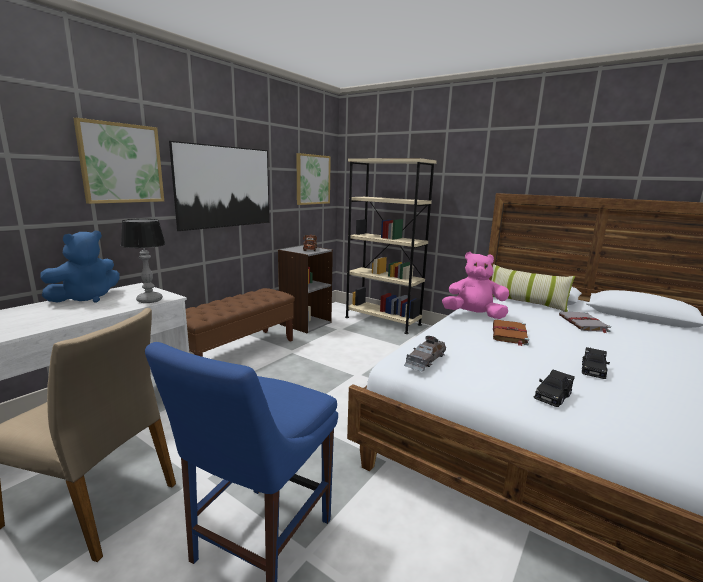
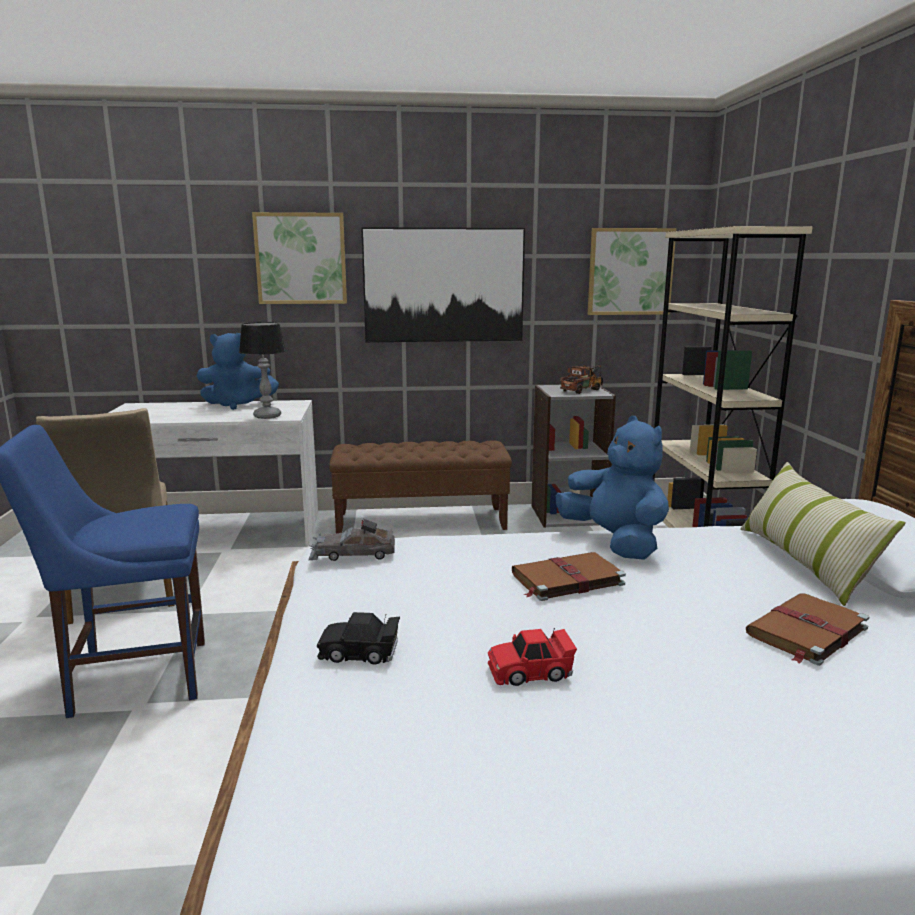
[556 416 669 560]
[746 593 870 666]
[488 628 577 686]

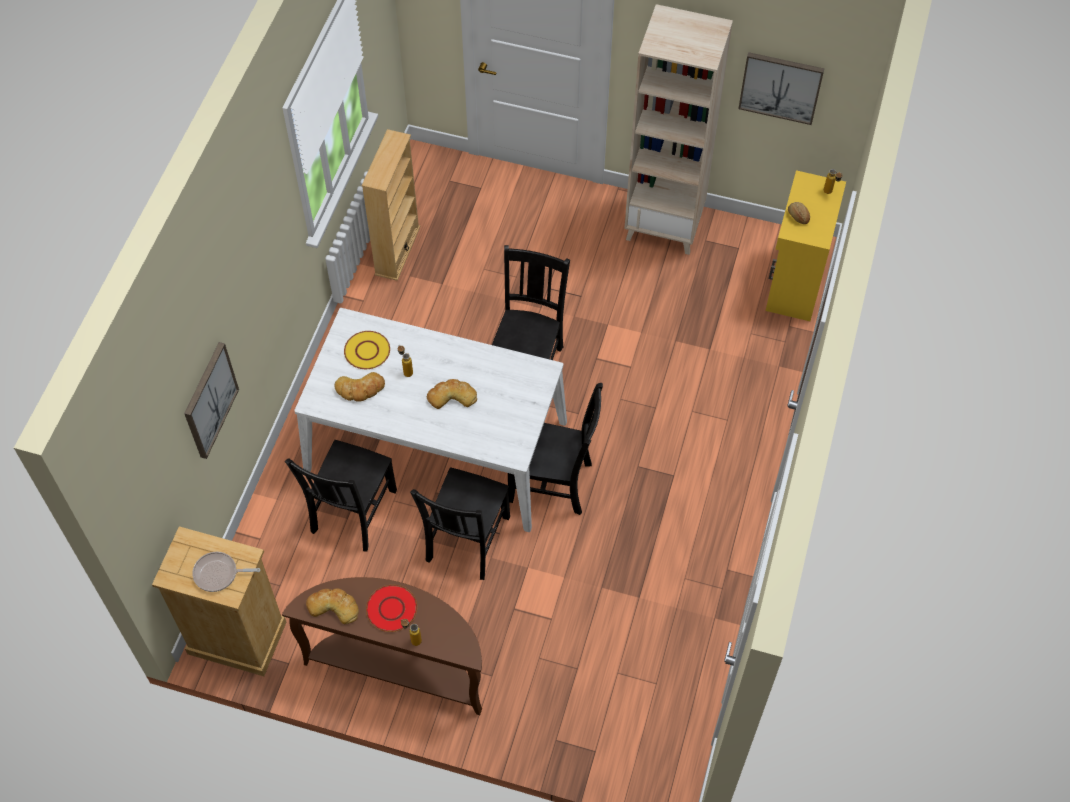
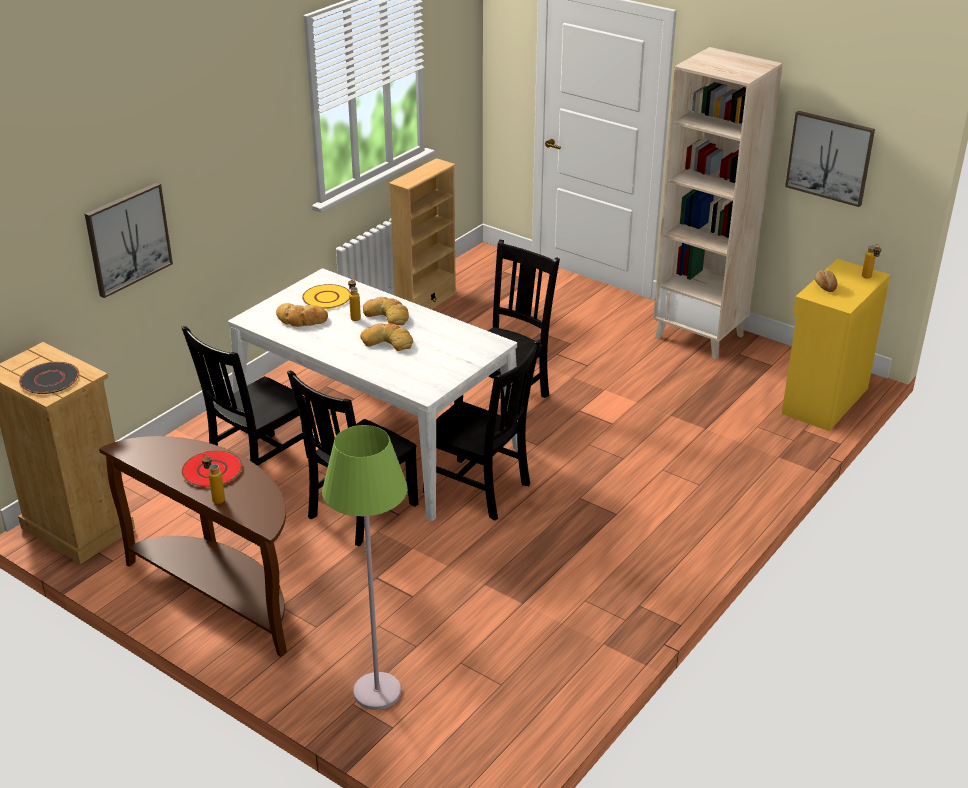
[19 362 79 394]
[363 297 409 325]
[322 425 408 710]

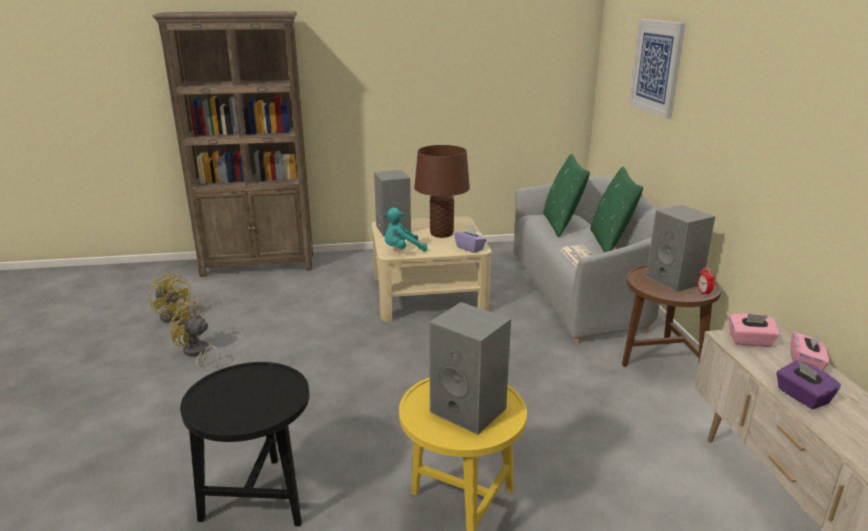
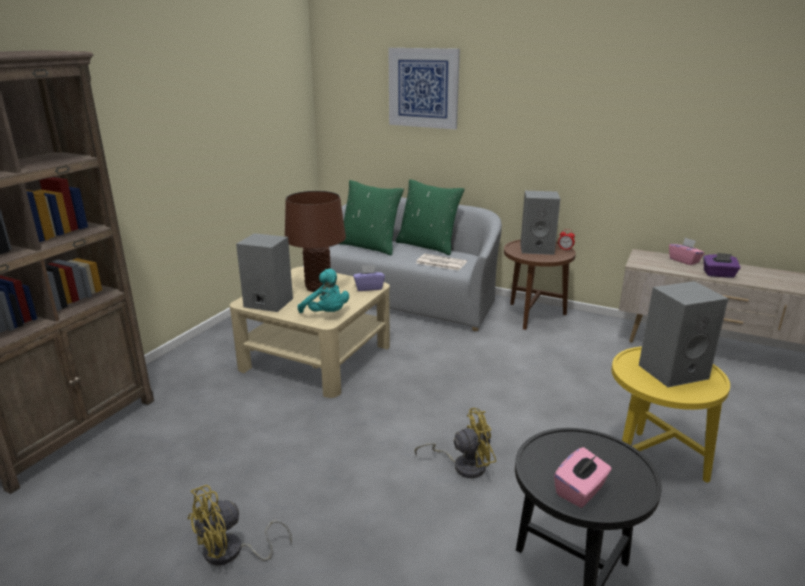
[415 408 496 478]
[298 269 349 313]
[554 447 612 508]

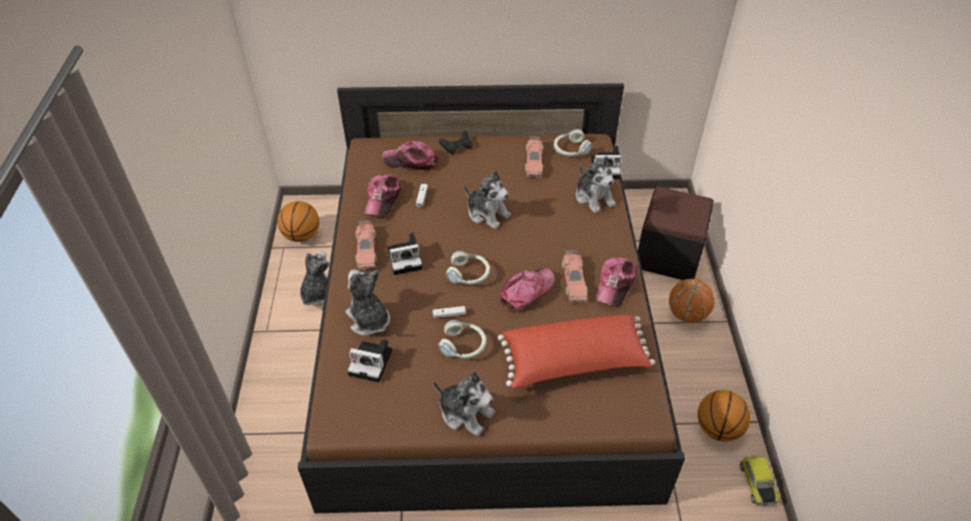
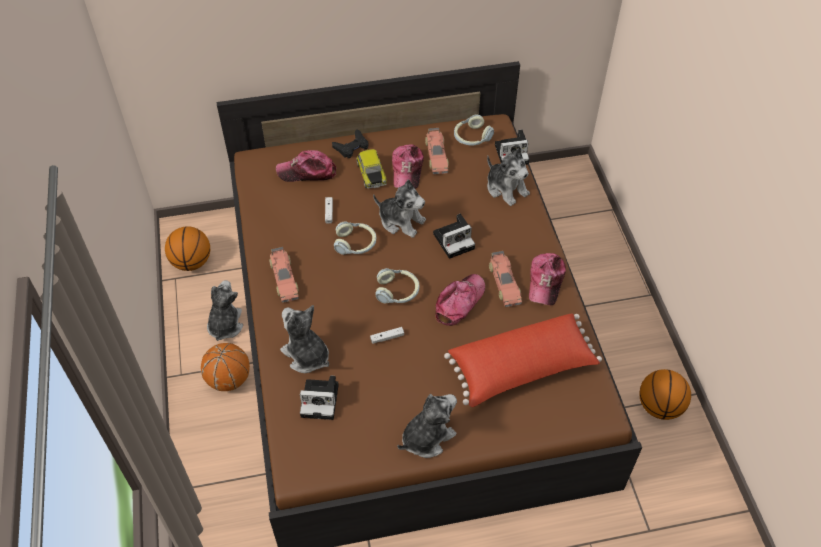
[392 144 424 189]
[433 214 475 259]
[397 394 457 458]
[334 221 376 255]
[638 186 714 280] (first image)
[201 343 250 391]
[356 149 387 189]

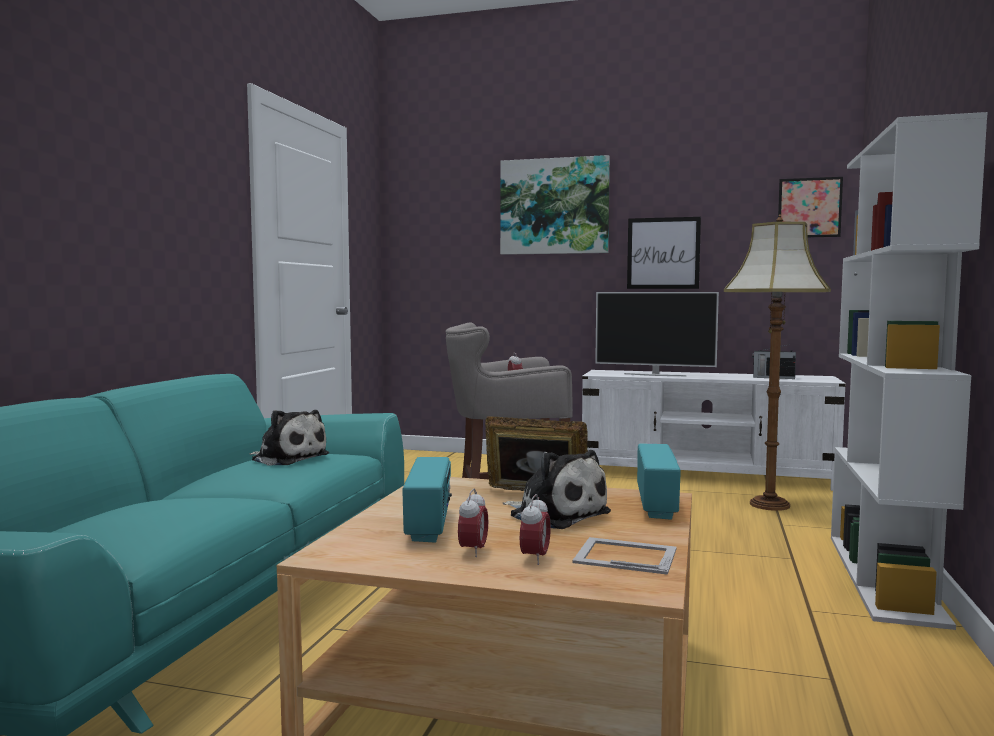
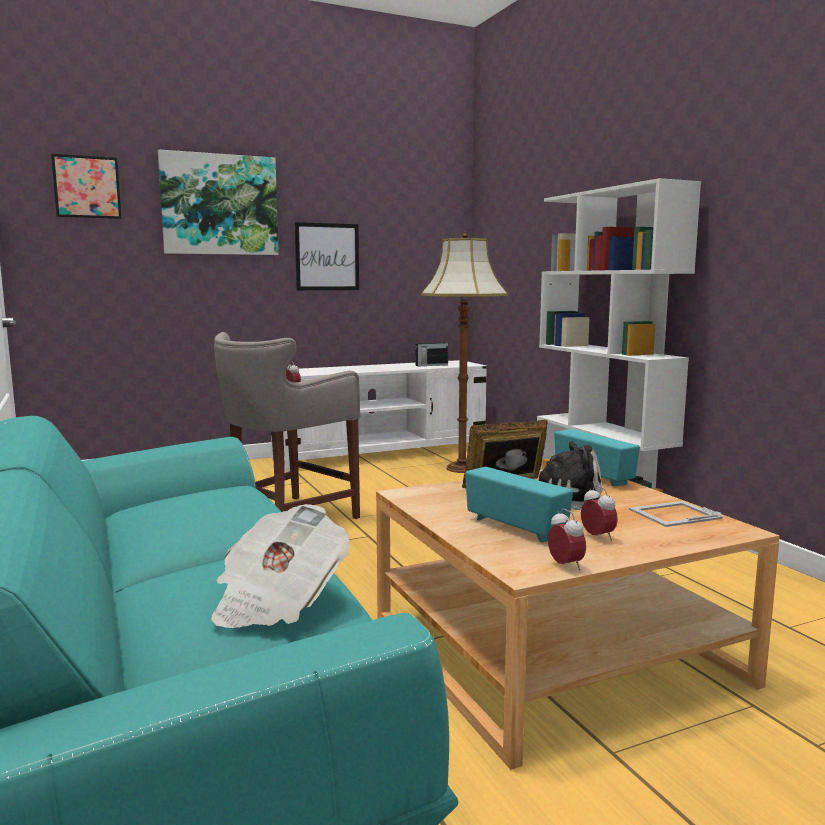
[249 410 329 466] (first image)
[548 509 586 570]
[595 292 719 376] (first image)
[51 154 121 219]
[211 504 350 628]

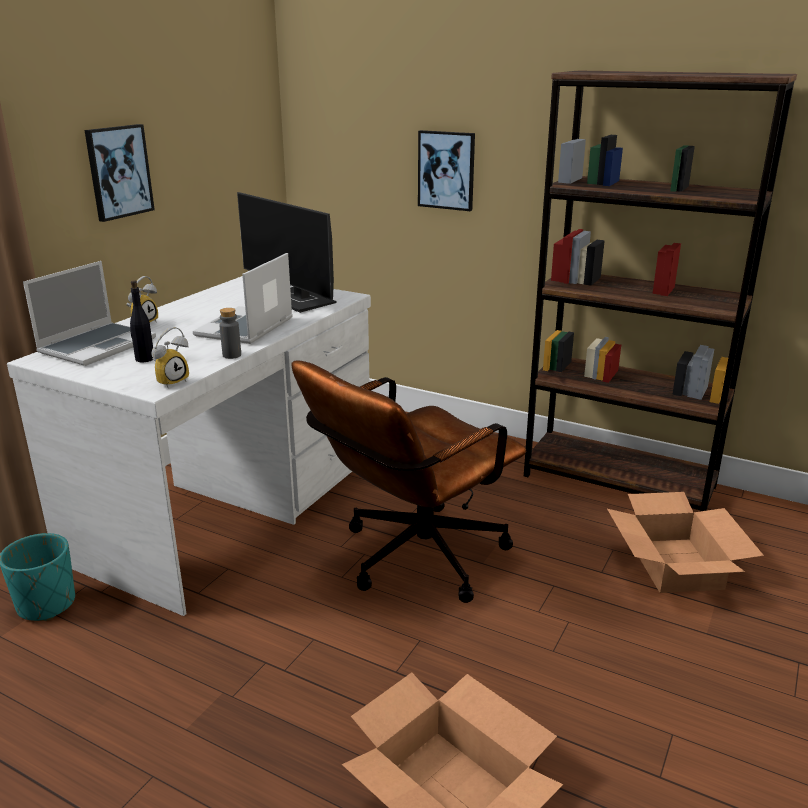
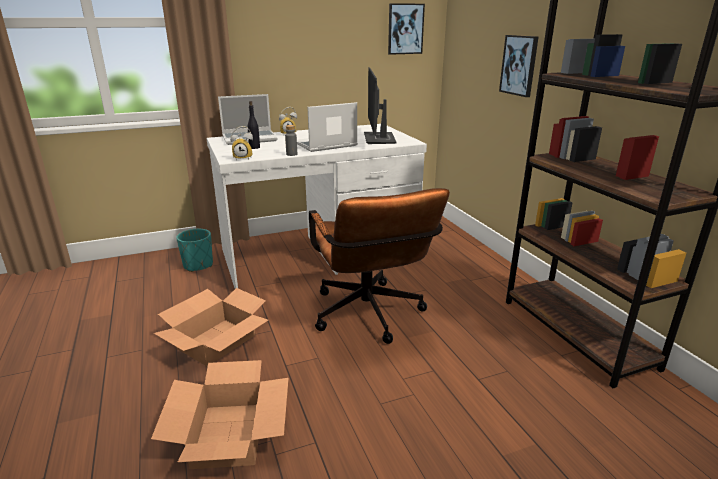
[388 3 425 55]
[309 188 450 344]
[154 288 268 367]

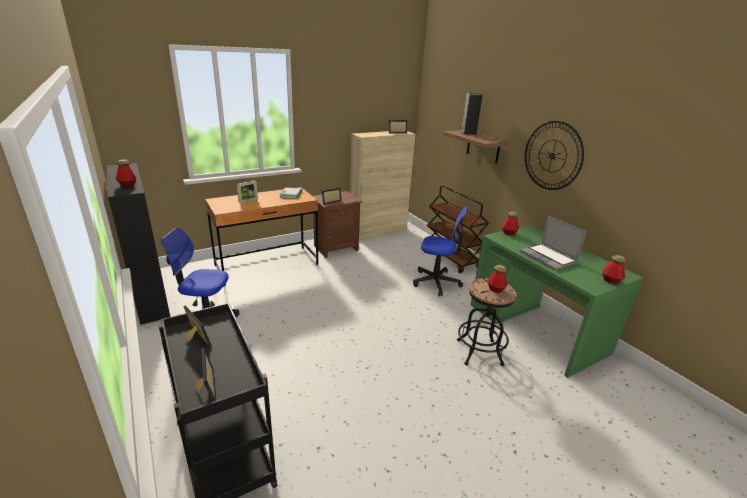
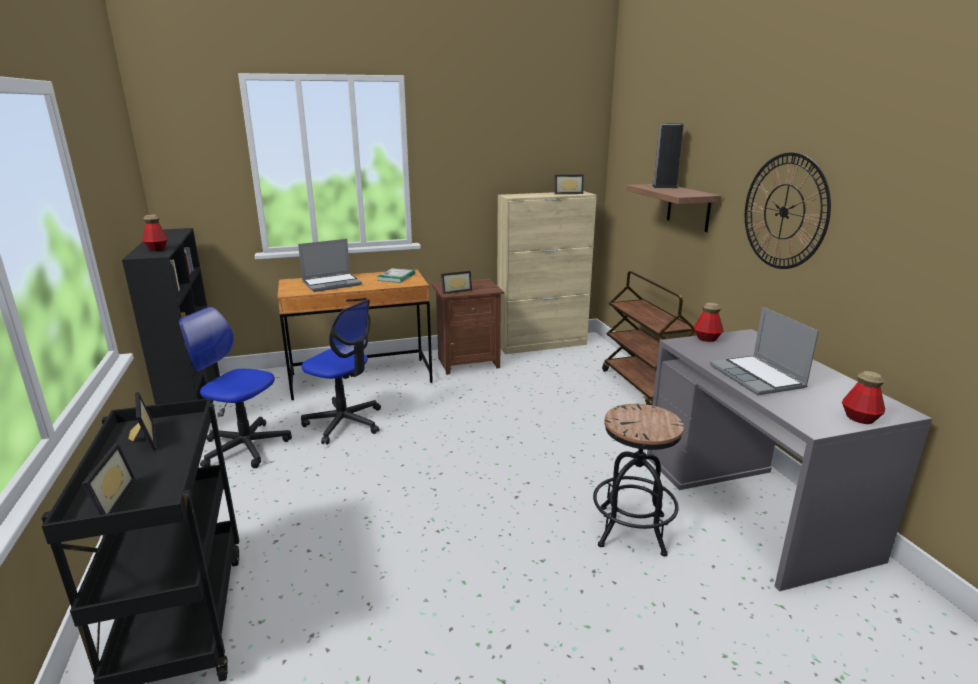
[298 239 362 292]
[301 299 381 444]
[647 329 932 591]
[487 265 508 293] (first image)

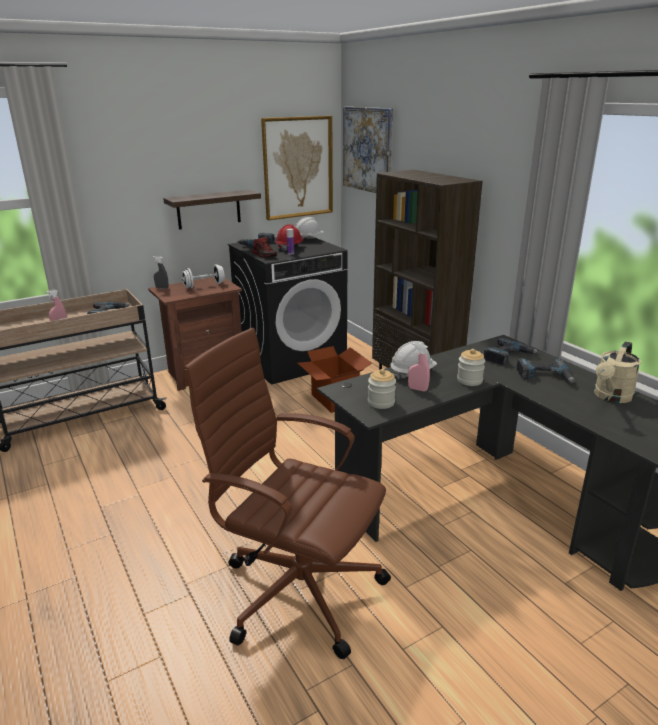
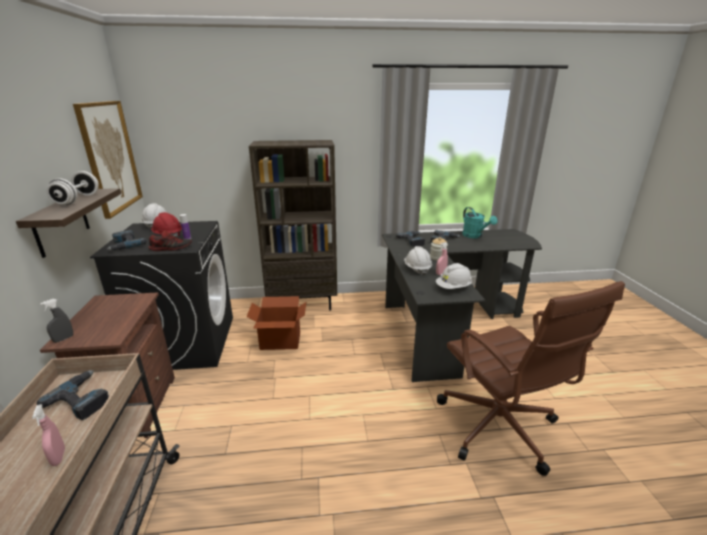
[47 171 99 205]
[437 281 625 476]
[343 107 393 193] (first image)
[436 263 472 289]
[462 207 497 238]

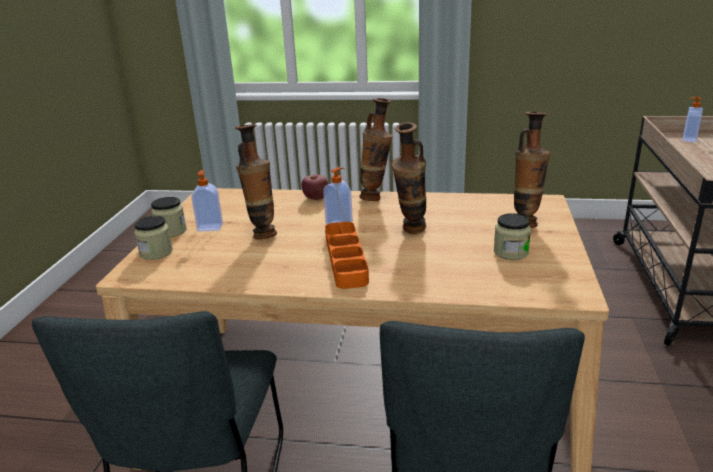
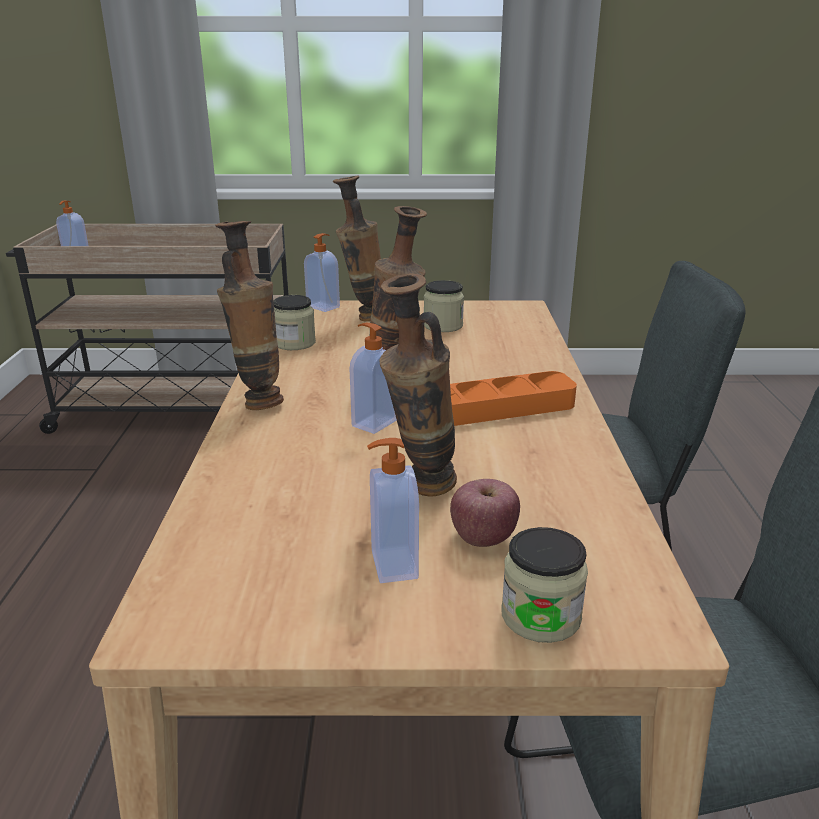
[273 295 316 350]
[450 479 520 547]
[304 233 340 312]

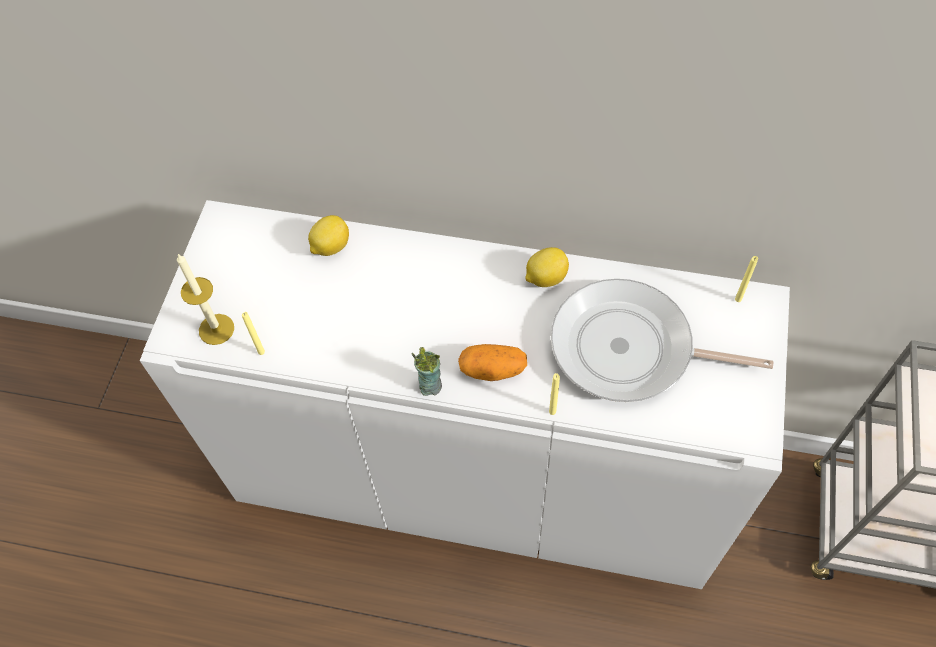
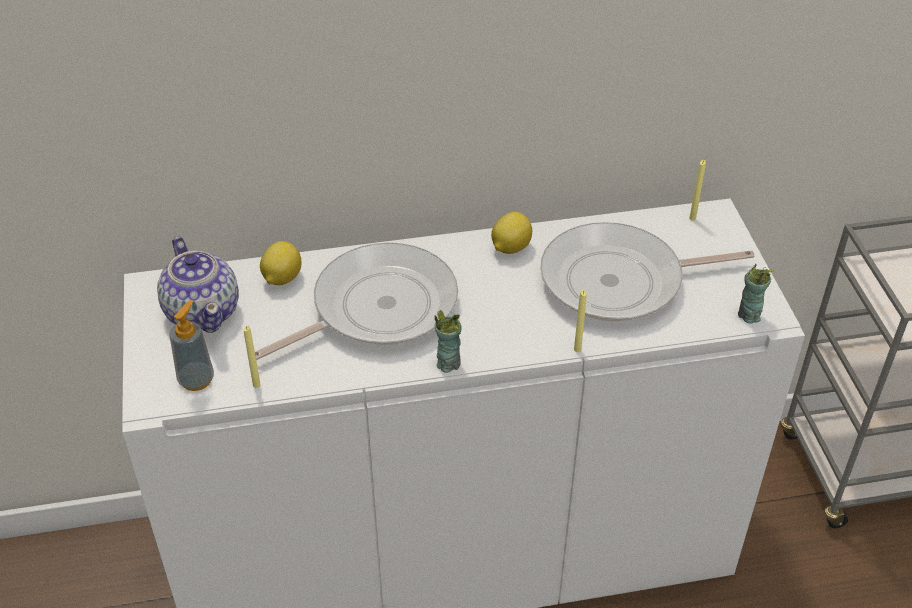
[170 300 214 391]
[458 344 527 381] (first image)
[157 237 239 333]
[255 243 458 360]
[738 263 774 324]

